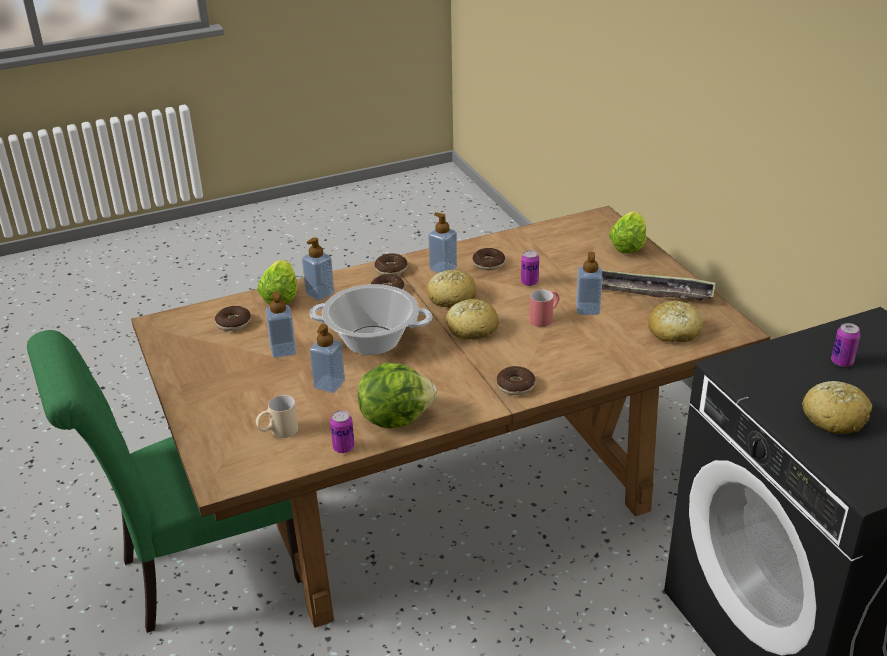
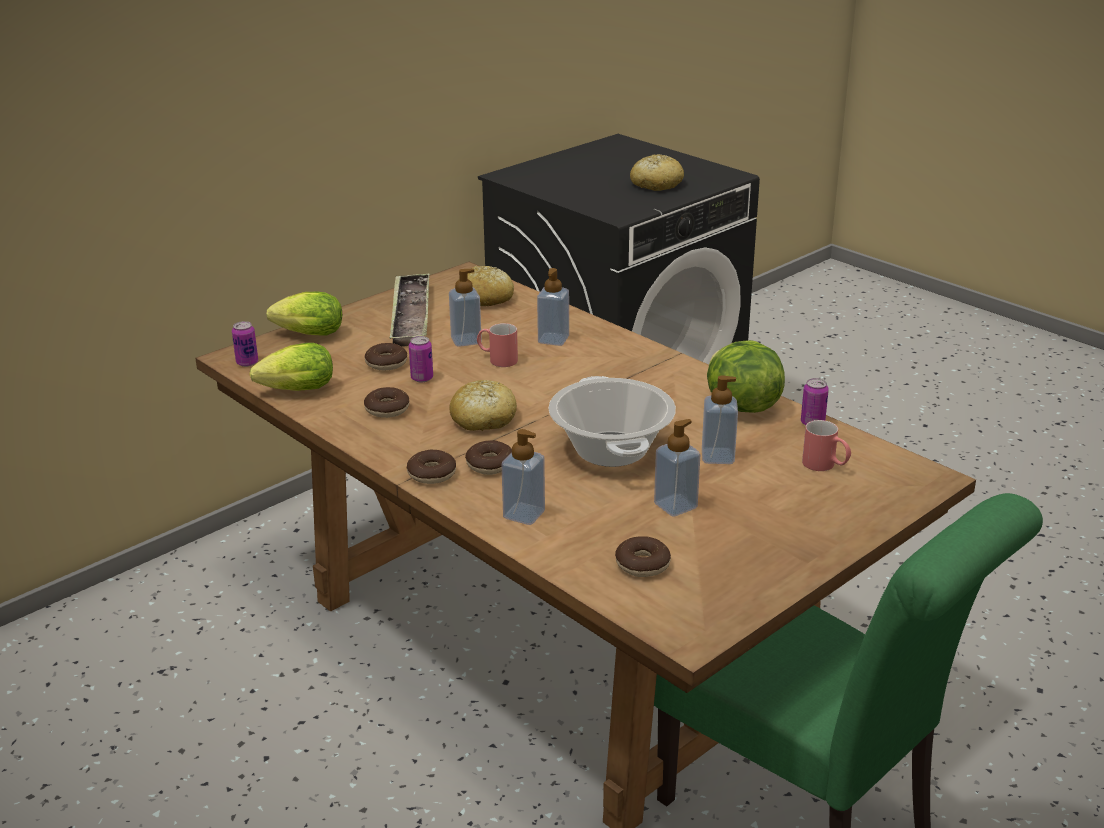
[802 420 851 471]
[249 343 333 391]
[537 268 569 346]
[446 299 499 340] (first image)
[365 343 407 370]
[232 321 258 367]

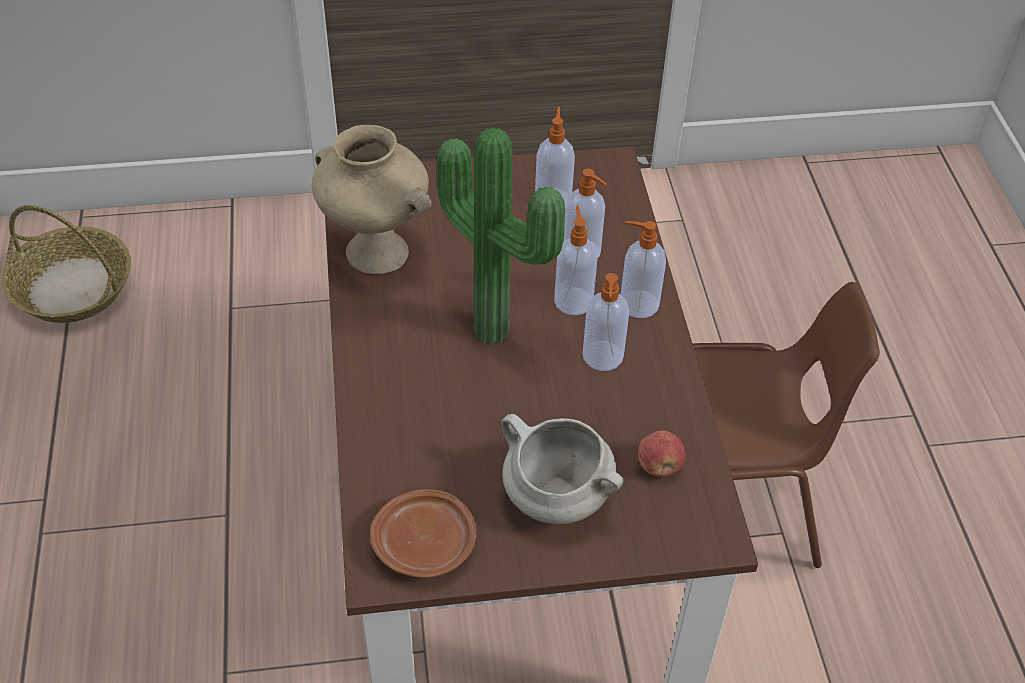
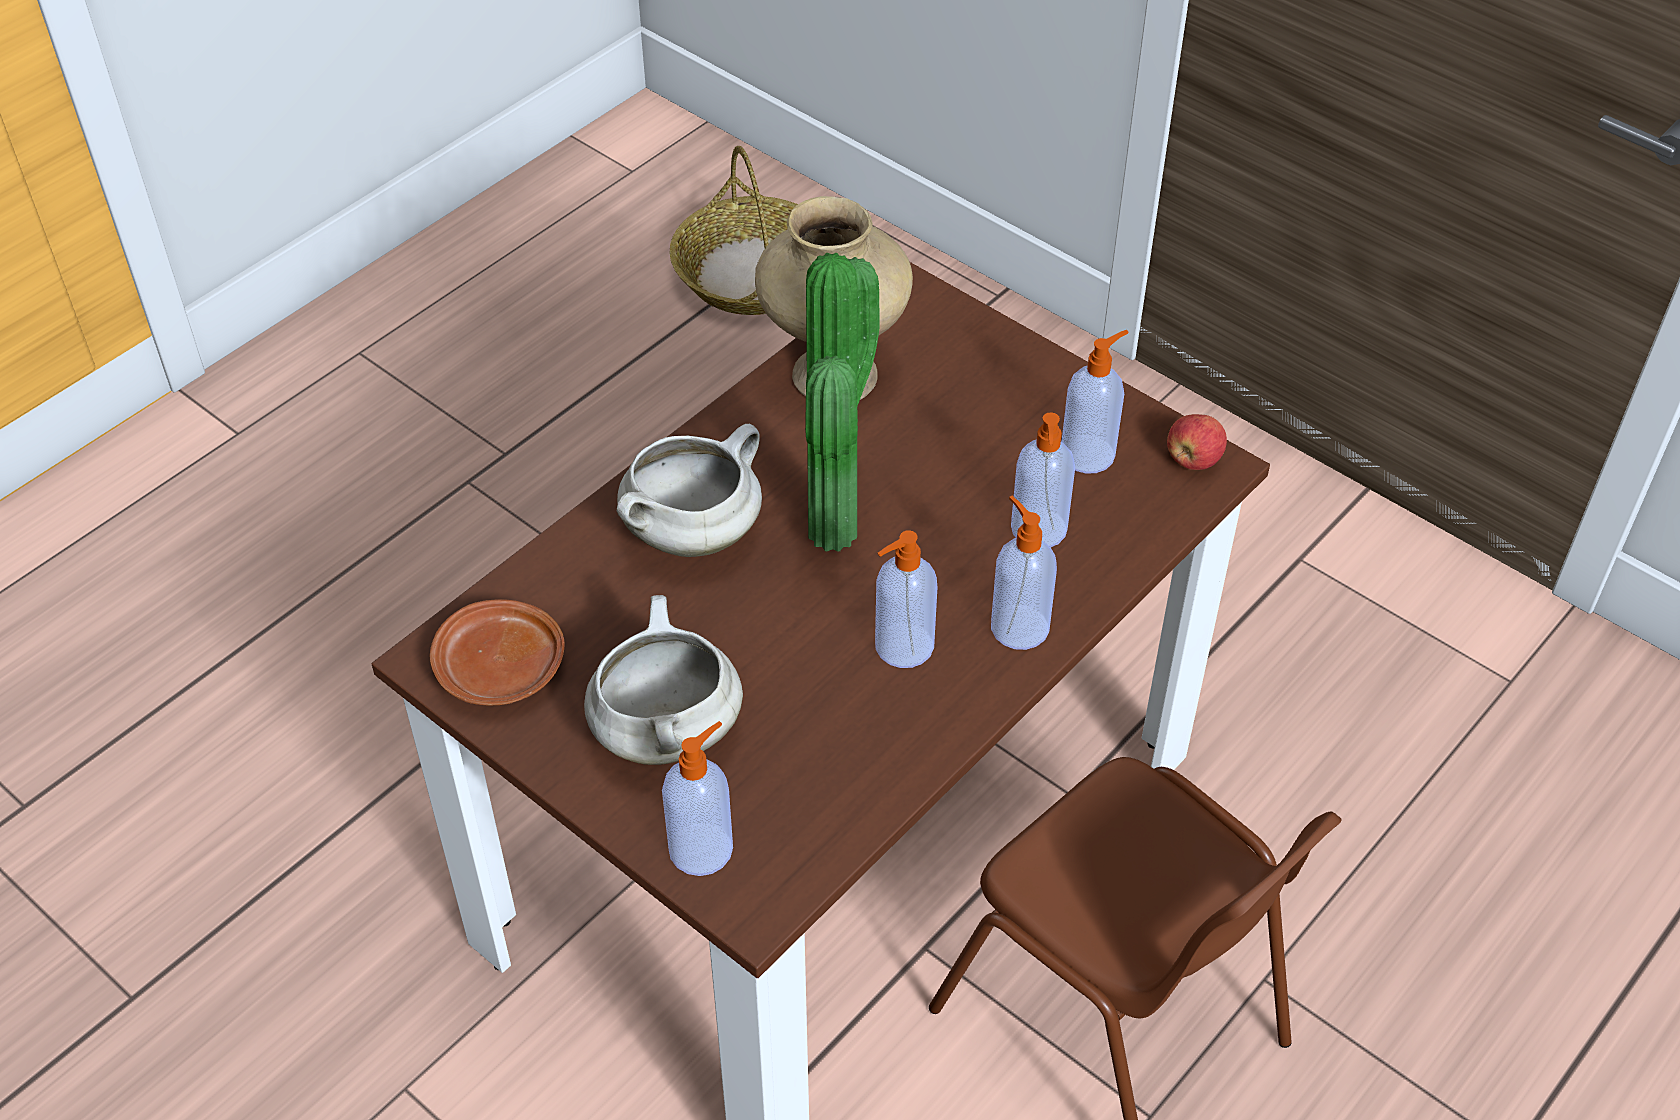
[662 721 733 876]
[1167 414 1227 470]
[617 424 762 557]

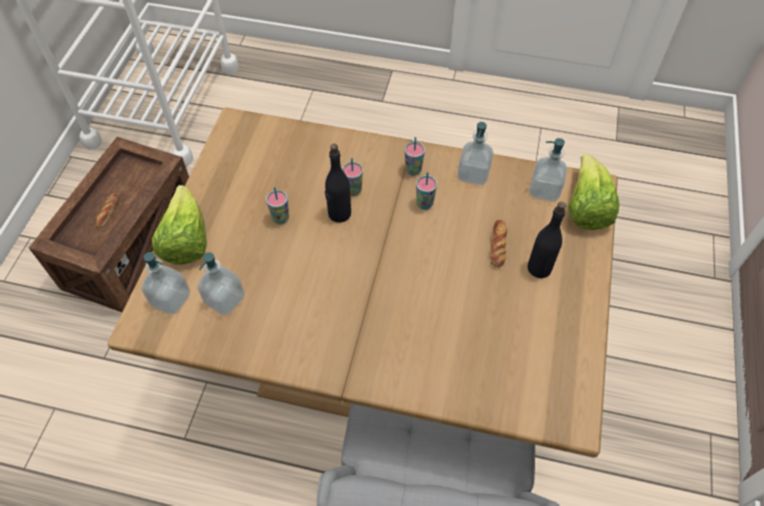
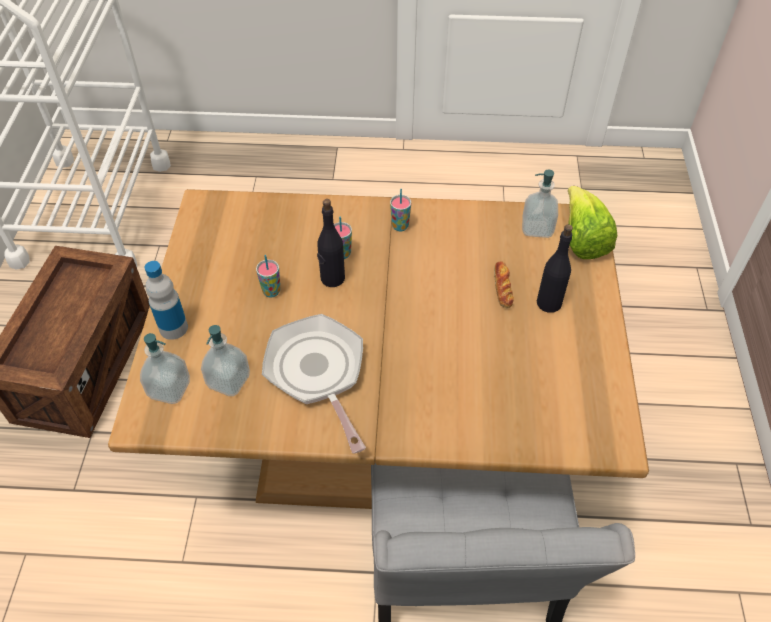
[96 193 119 228] (first image)
[145 261 188 340]
[416 172 437 210] (first image)
[457 122 494 185] (first image)
[262 314 366 454]

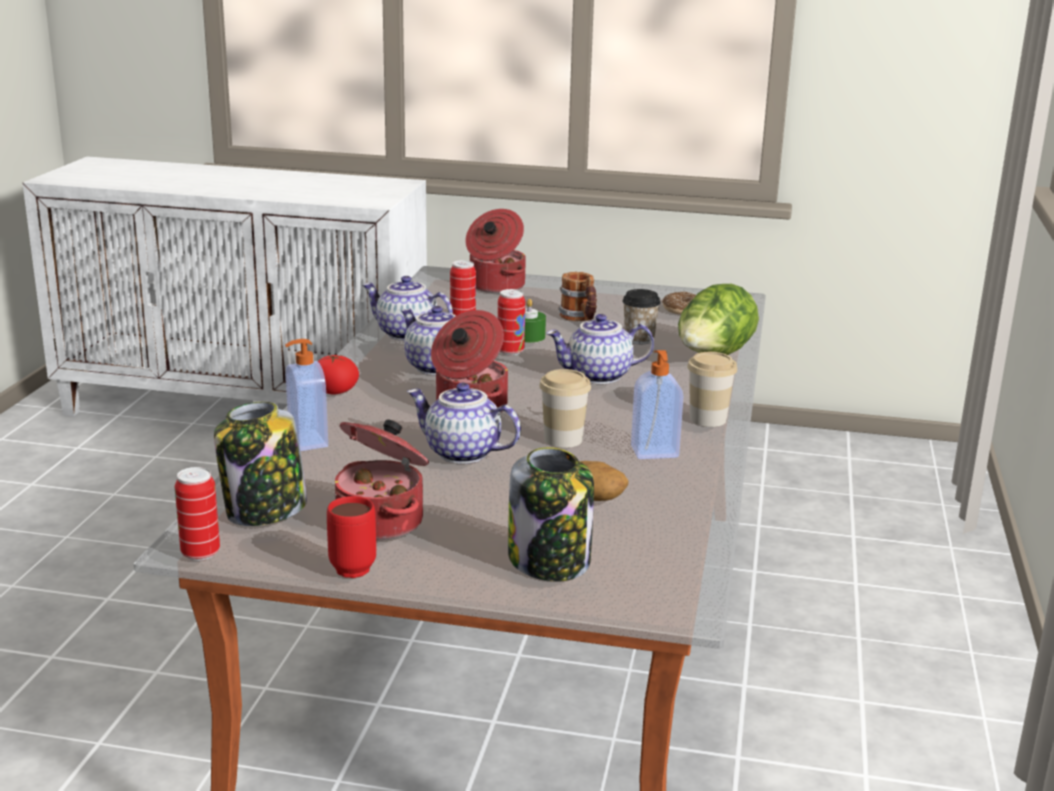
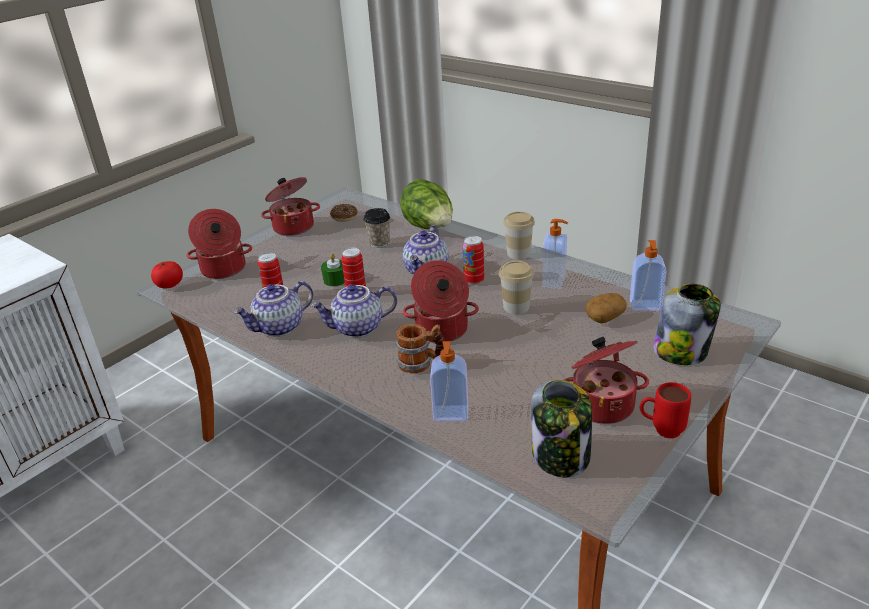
[463 236 484 285]
[151 261 183 289]
[407 383 521 464] (first image)
[395 324 445 373]
[261 177 320 236]
[630 240 666 311]

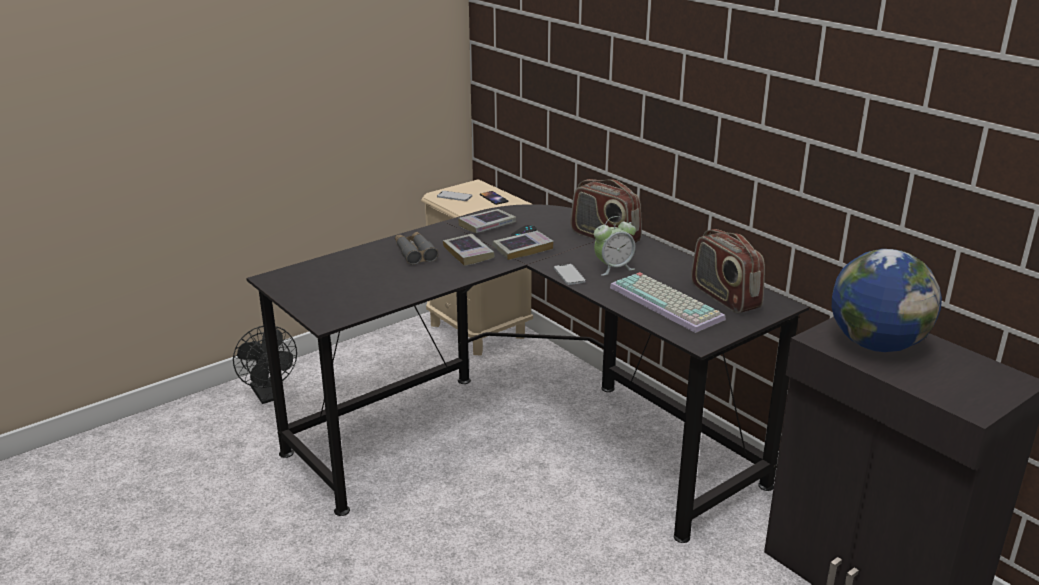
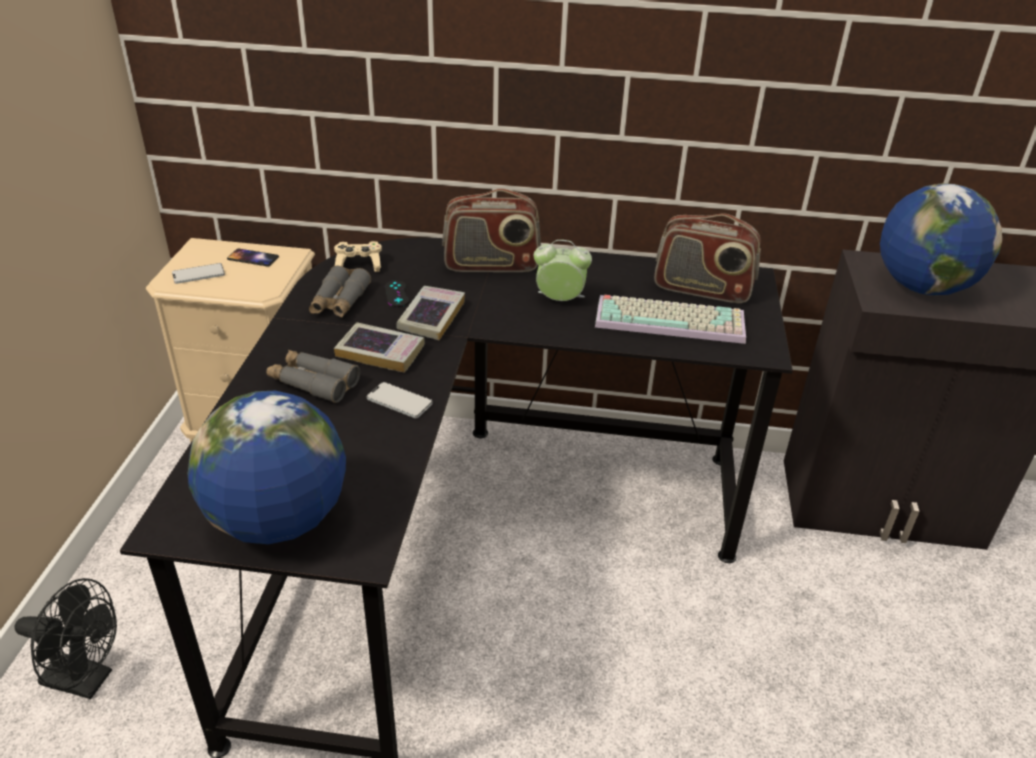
[309 265 371 318]
[367 382 433 418]
[534 240 592 301]
[188 391 346 544]
[334 241 382 272]

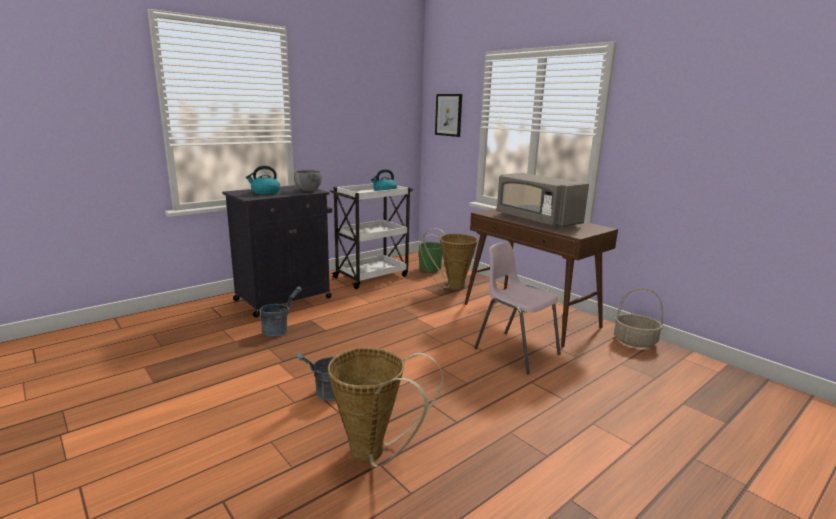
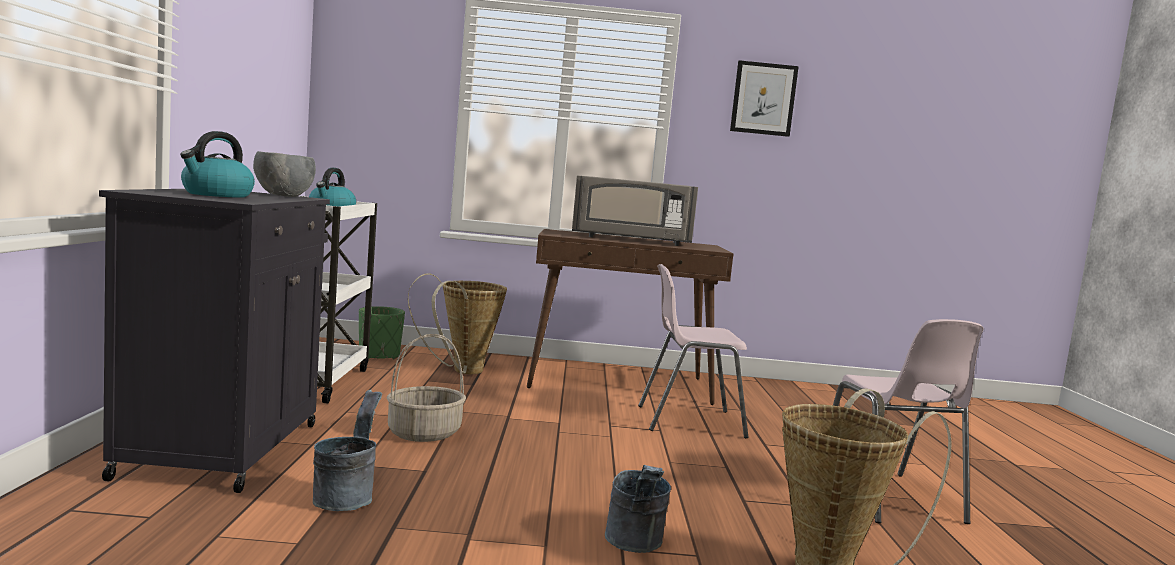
[730 60 799 137]
[387 334 466 442]
[833 319 983 524]

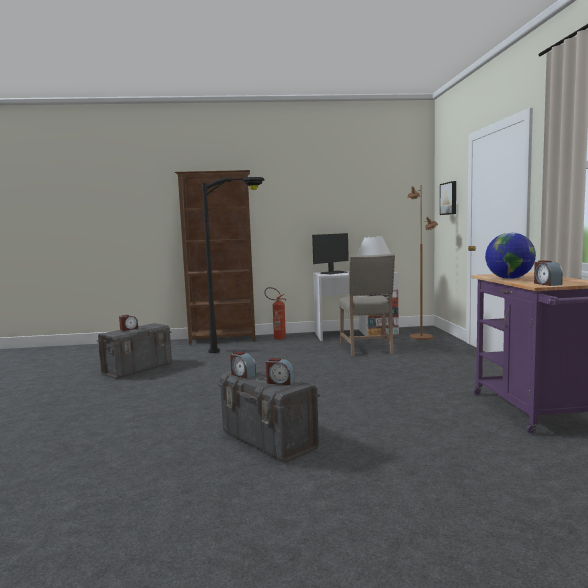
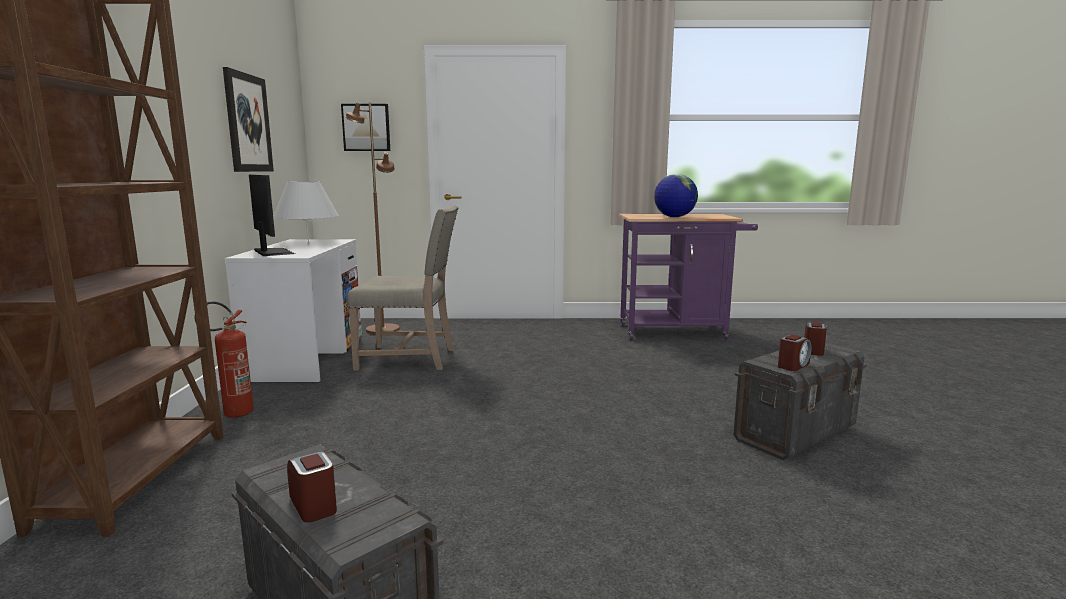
[201 177 265 353] (first image)
[534 260 563 286] (first image)
[223 67 274 172]

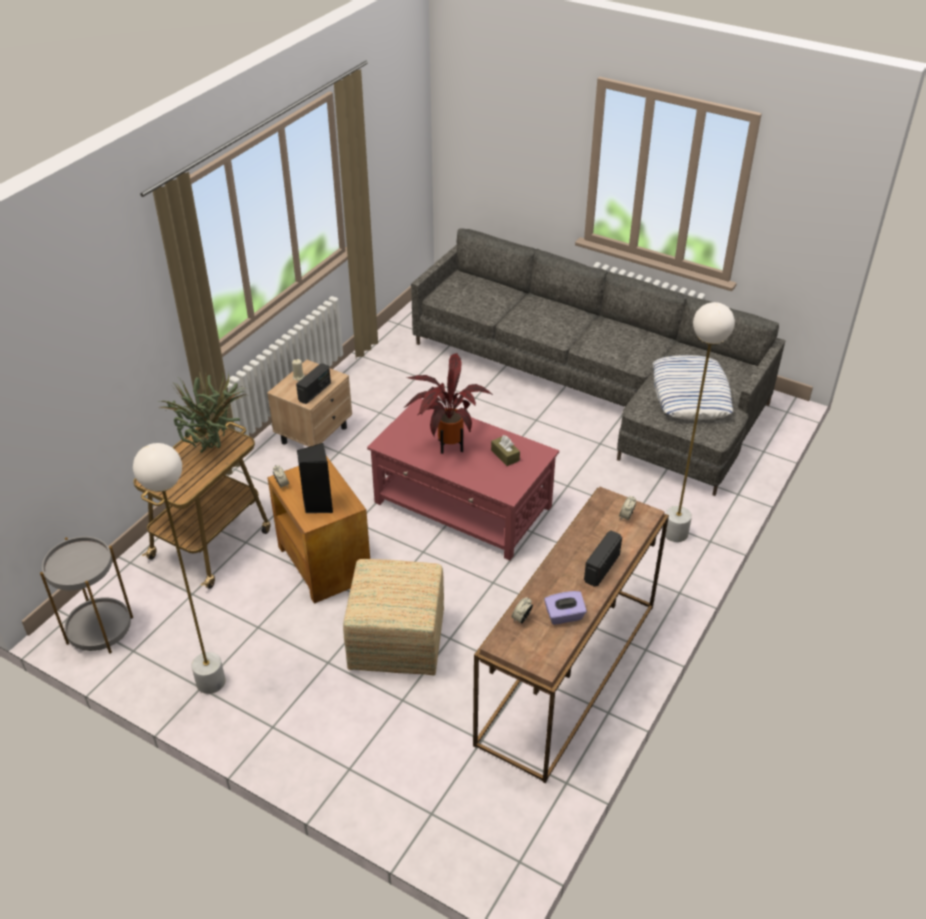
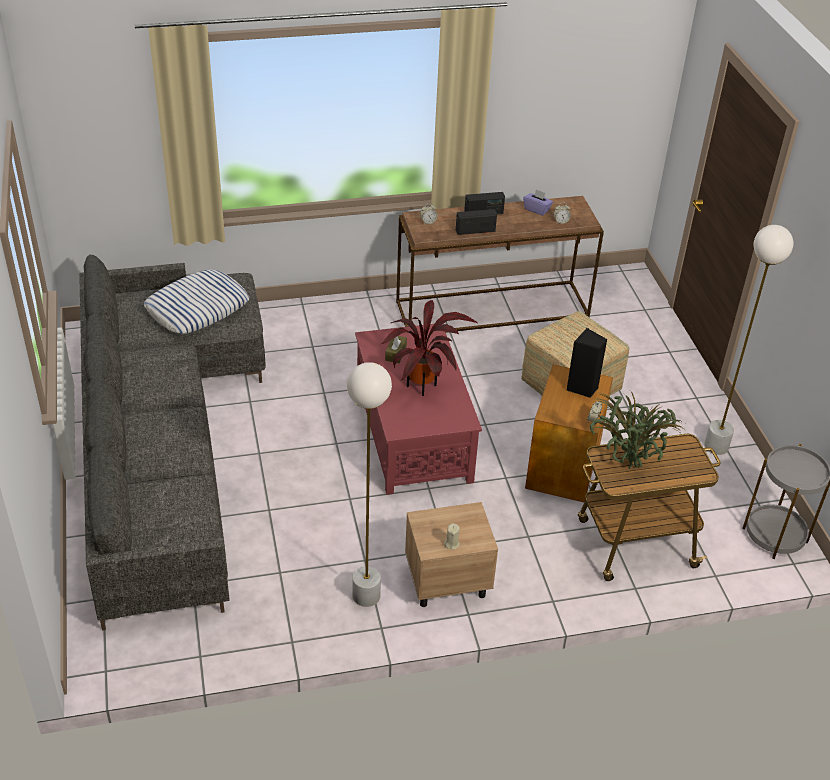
[456 209 497 235]
[347 362 392 607]

